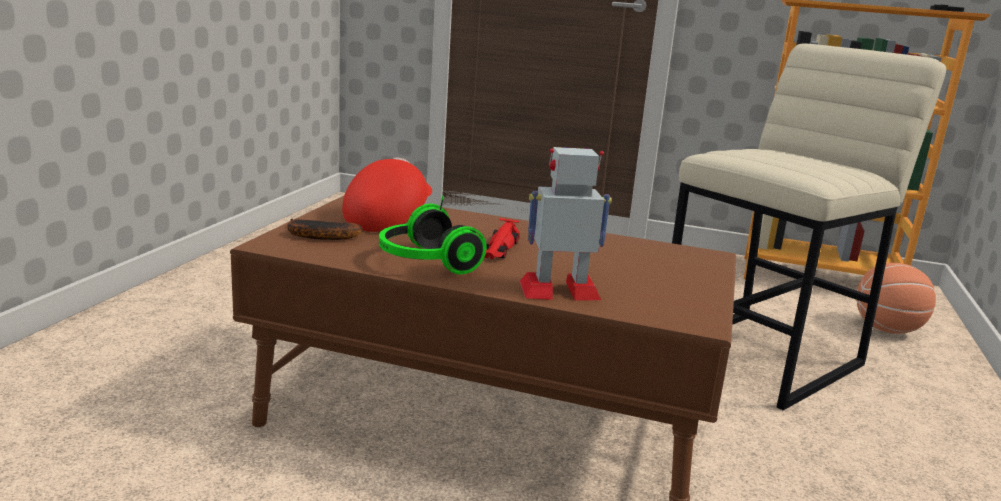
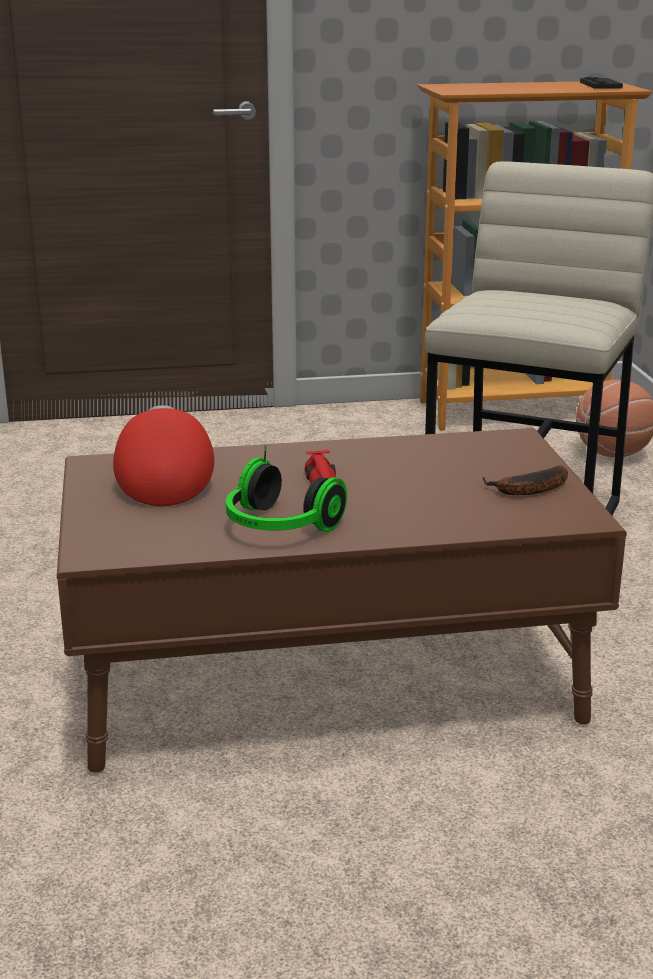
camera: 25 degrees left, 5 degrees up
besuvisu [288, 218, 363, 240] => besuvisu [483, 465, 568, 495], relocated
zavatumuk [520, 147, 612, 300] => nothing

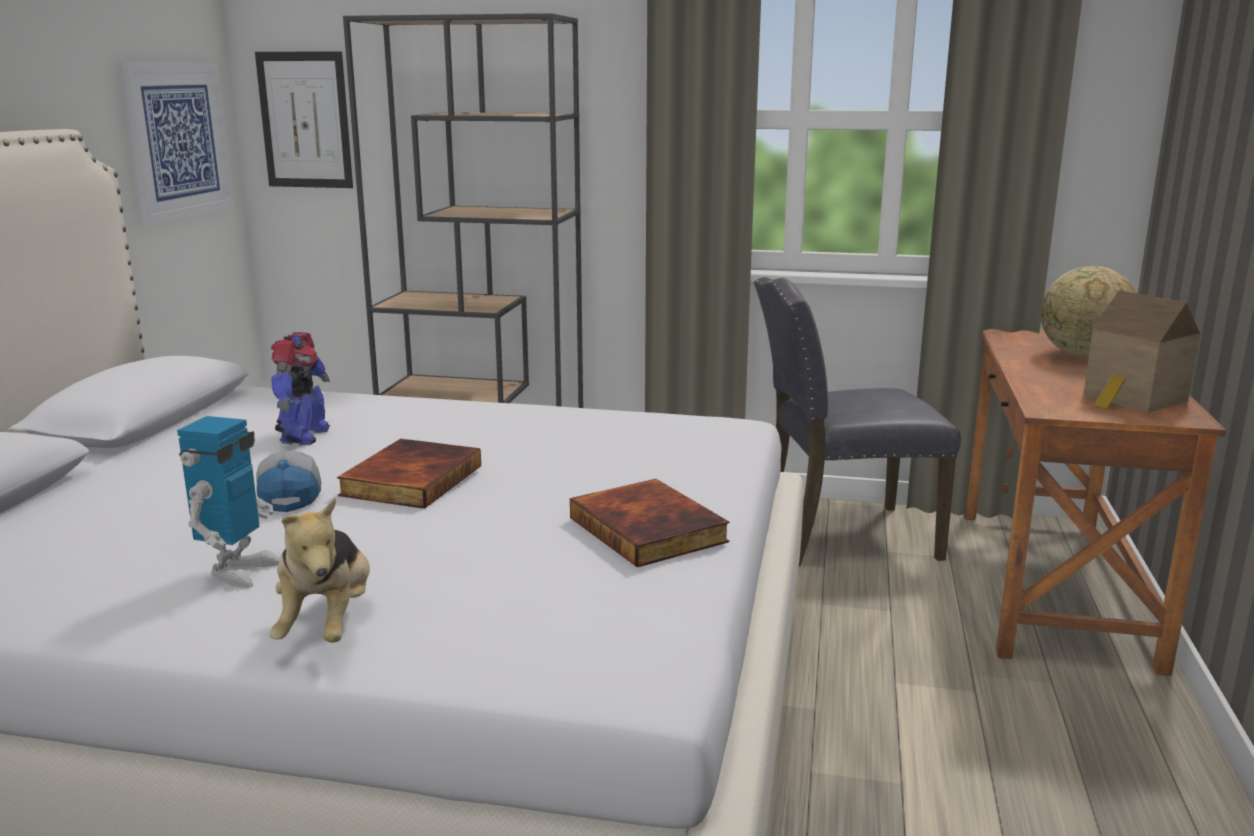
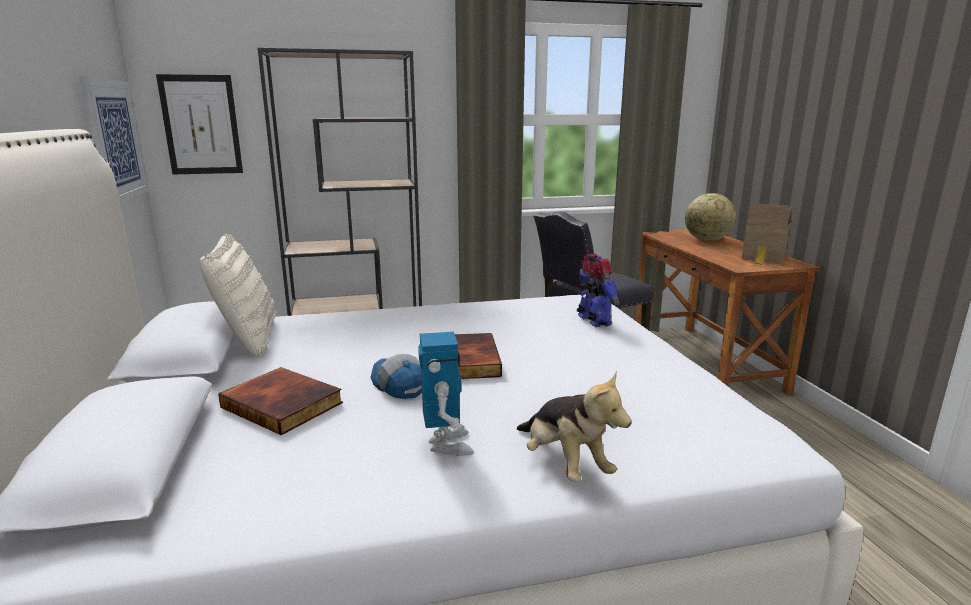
camera: 25 degrees left, 0 degrees up
zavatumuk [271, 332, 330, 445] => zavatumuk [577, 254, 619, 327], relocated
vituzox [570, 479, 729, 567] => vituzox [218, 367, 343, 435], relocated
nothing => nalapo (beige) [199, 234, 277, 357]

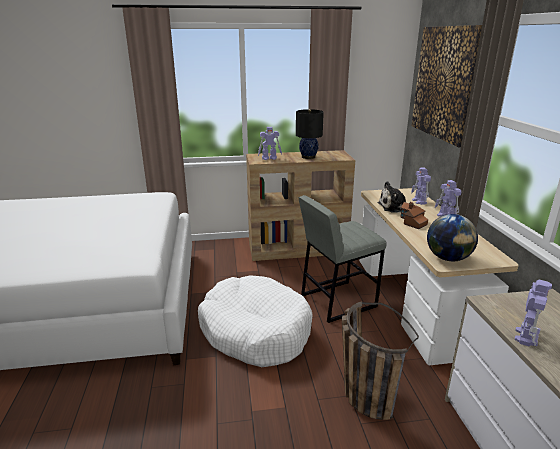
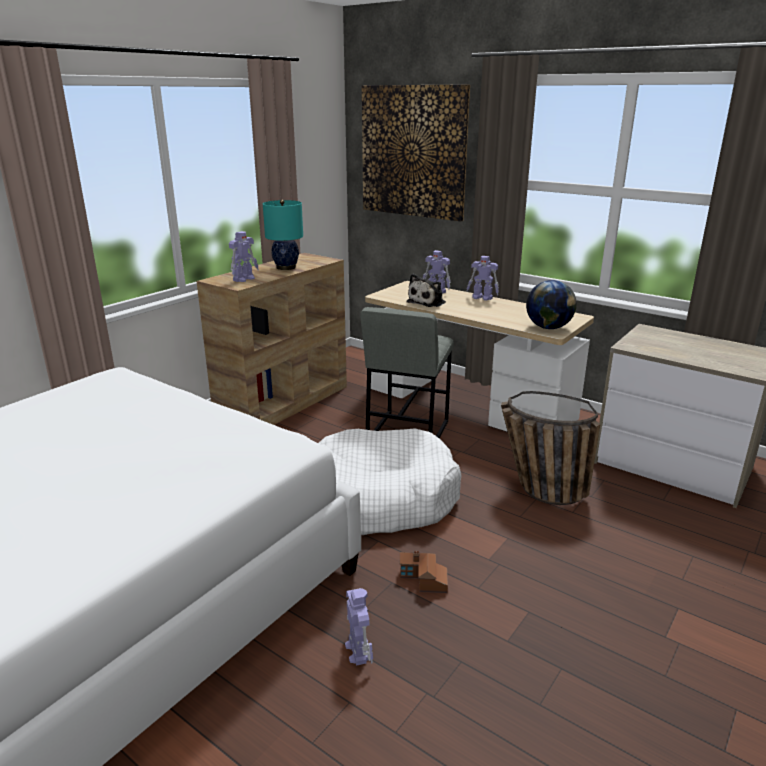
camera: 45 degrees left, 0 degrees up
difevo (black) [296, 109, 324, 159] => difevo (turquoise) [263, 200, 303, 270]
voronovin [400, 202, 428, 229] => voronovin [399, 551, 448, 593], relocated
zavatumuk [515, 280, 552, 347] => zavatumuk [345, 588, 373, 666], relocated

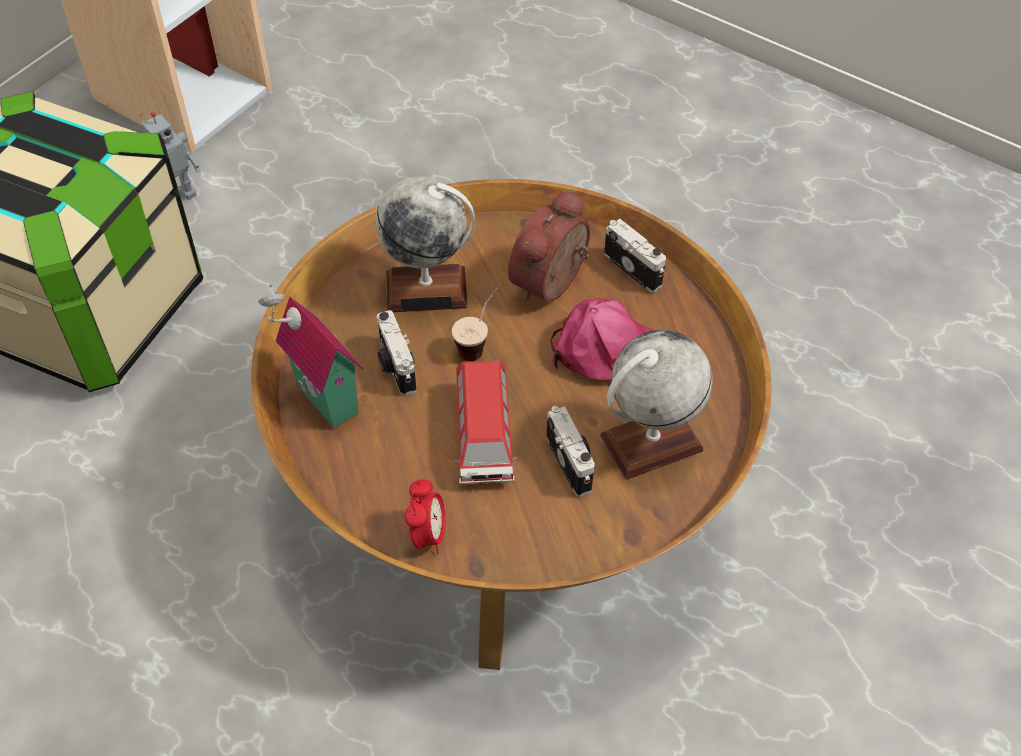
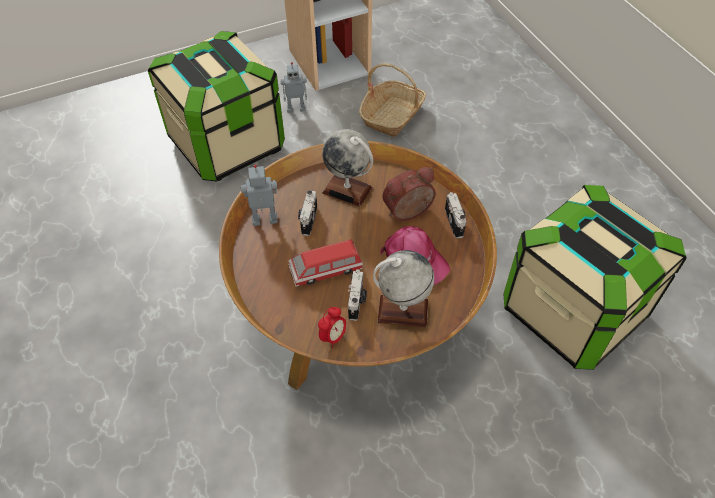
camera: 30 degrees right, 0 degrees up
voronovin [258, 284, 363, 428] => zavatumuk [241, 164, 278, 226]
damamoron [405, 479, 445, 554] => damamoron [318, 307, 346, 348], relocated
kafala [452, 285, 500, 361] => nothing
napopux [454, 361, 517, 485] => napopux [288, 239, 363, 287], 45 degrees clockwise
nothing => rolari [359, 63, 426, 137]
nothing => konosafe [503, 185, 686, 370]

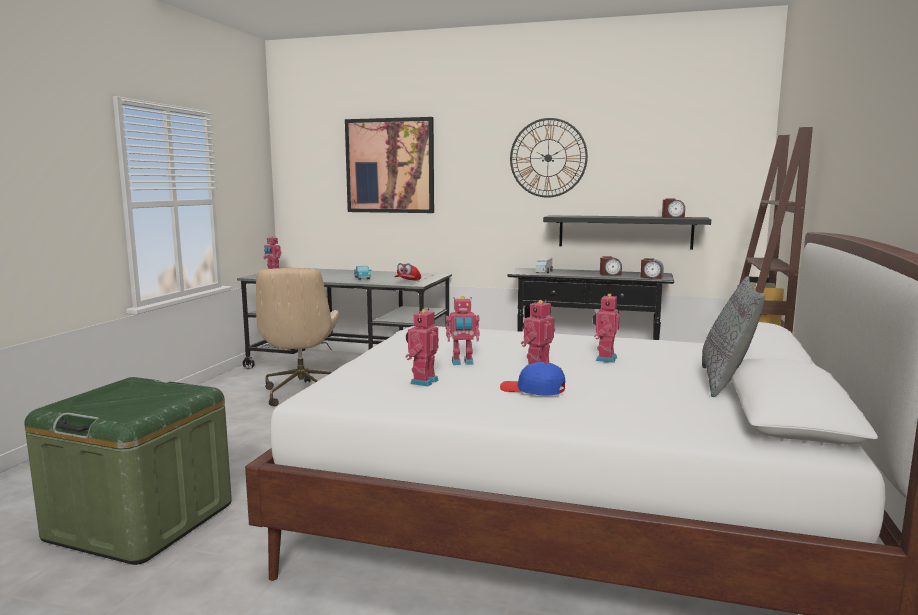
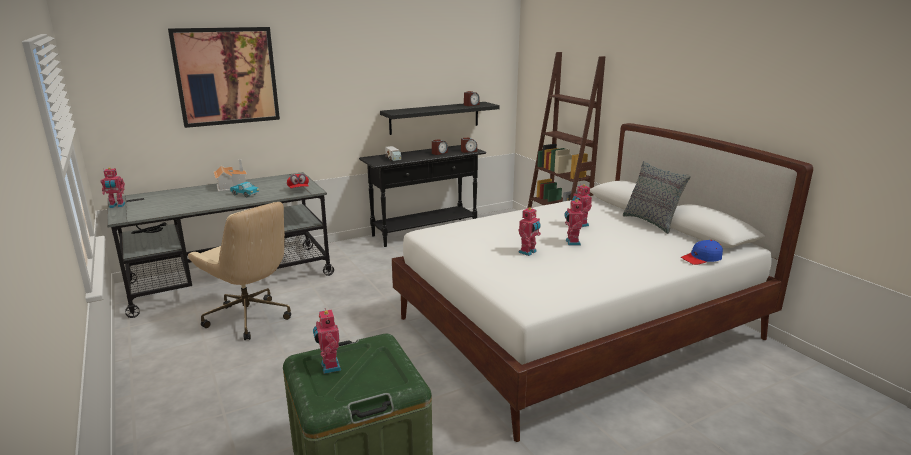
camera: 45 degrees left, 10 degrees up
zavatumuk [406, 308, 439, 387] => zavatumuk [313, 308, 341, 374], relocated
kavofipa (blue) [500, 362, 565, 396] => kavofipa (blue) [681, 240, 723, 265], relocated
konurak [510, 118, 588, 198] => nothing
nothing => voronovin [214, 160, 247, 191]

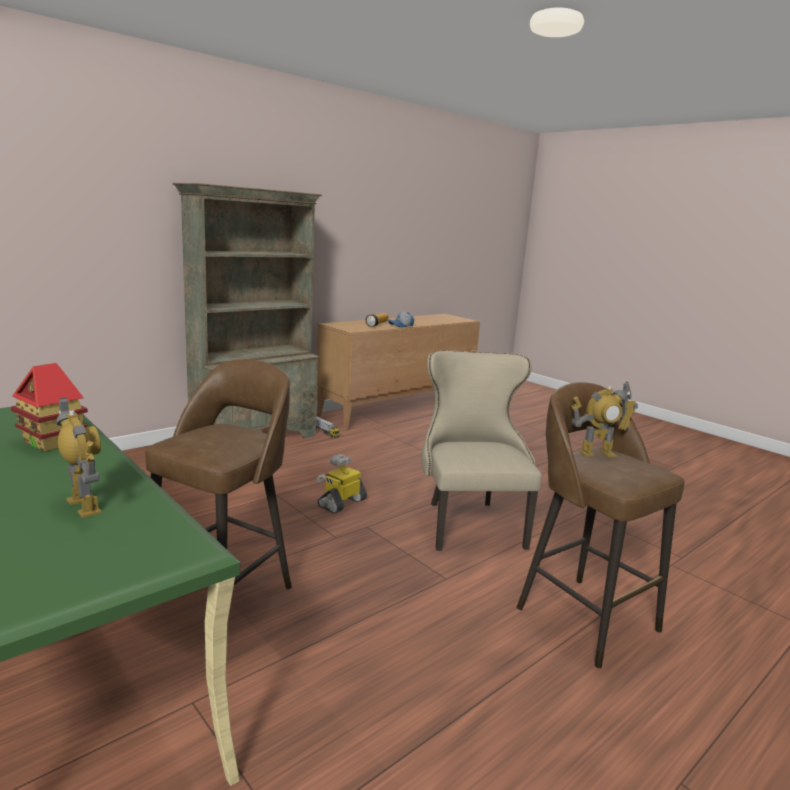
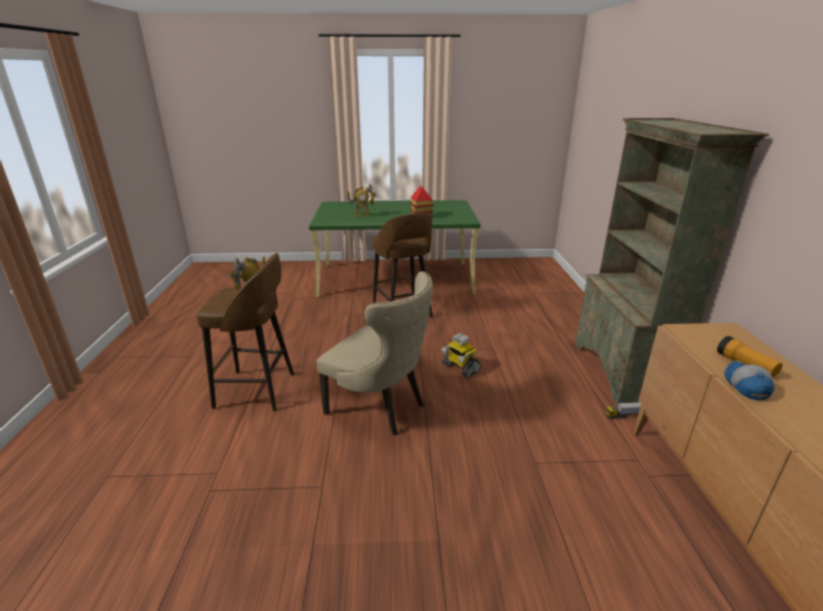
camera: 130 degrees right, 10 degrees up
zavatumuk [316, 454, 367, 513] => zavatumuk [441, 333, 481, 378], 150 degrees clockwise

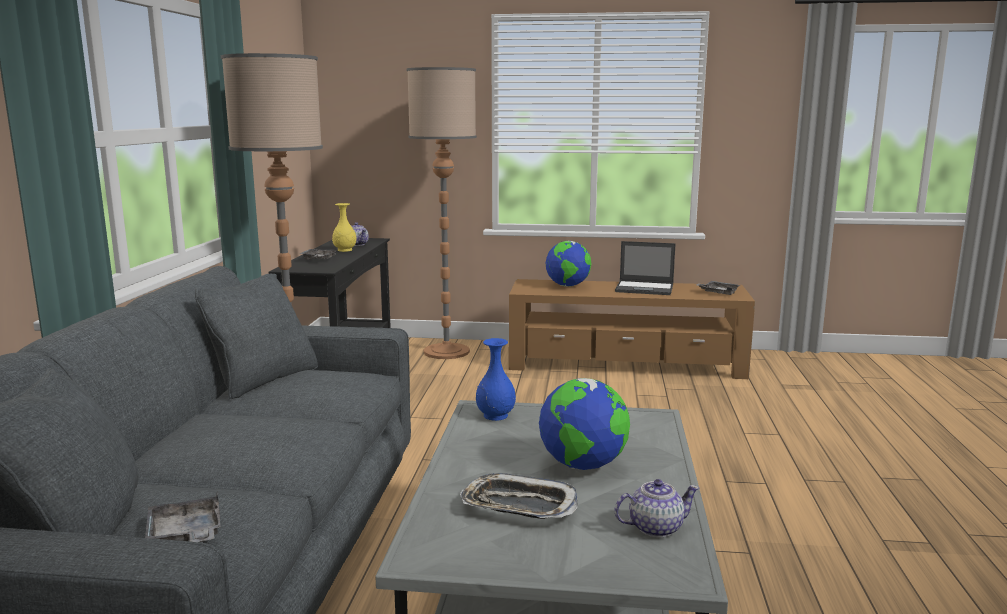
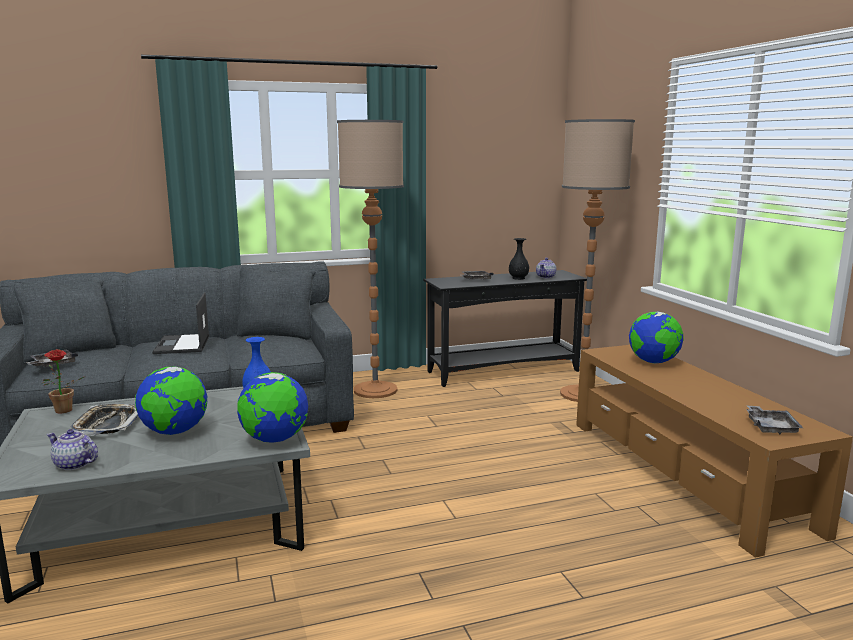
camera: 65 degrees right, 0 degrees up
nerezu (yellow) [332, 203, 356, 252] => nerezu (black) [509, 238, 529, 280]
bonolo [615, 241, 676, 295] => bonolo [152, 292, 209, 354], relocated
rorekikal [615, 479, 699, 537] => rorekikal [47, 429, 98, 471], 150 degrees clockwise
nothing => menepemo [41, 349, 84, 413]
nothing => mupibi [237, 372, 308, 443]

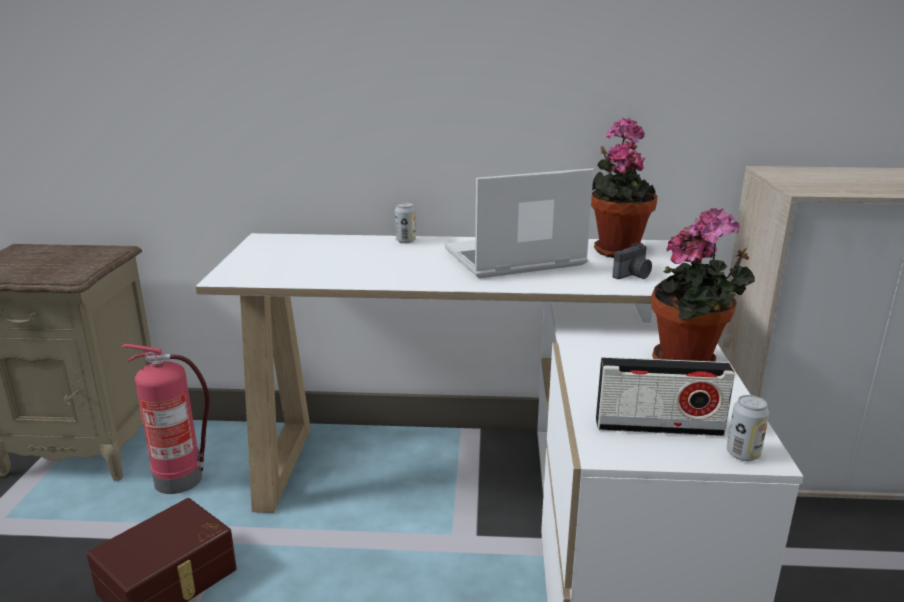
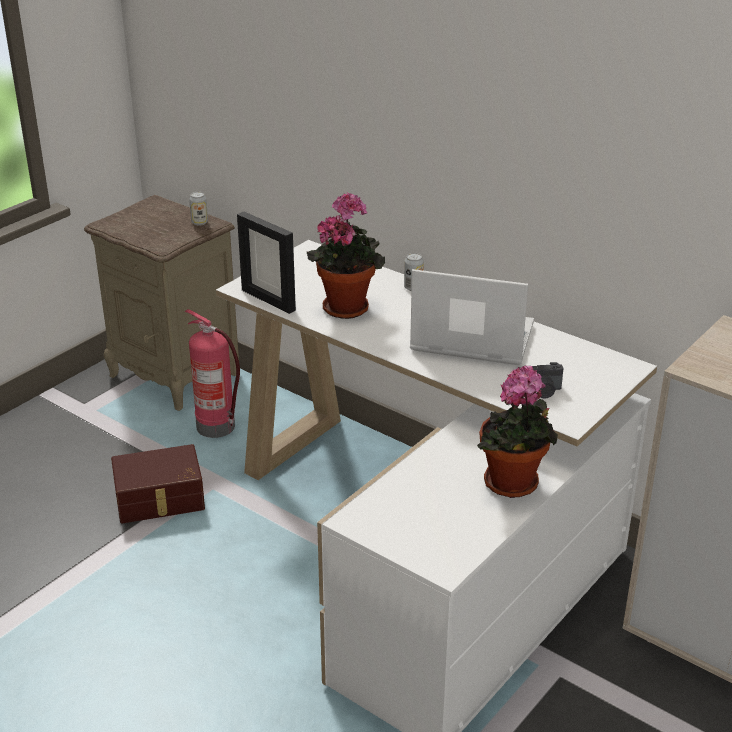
camera: 35 degrees right, 10 degrees up
menepemo [591, 118, 658, 258] => menepemo [306, 192, 385, 319], relocated
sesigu [596, 357, 735, 436] => nothing
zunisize [727, 395, 769, 461] => zunisize [189, 192, 208, 225], relocated
nothing => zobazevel [237, 211, 296, 314]

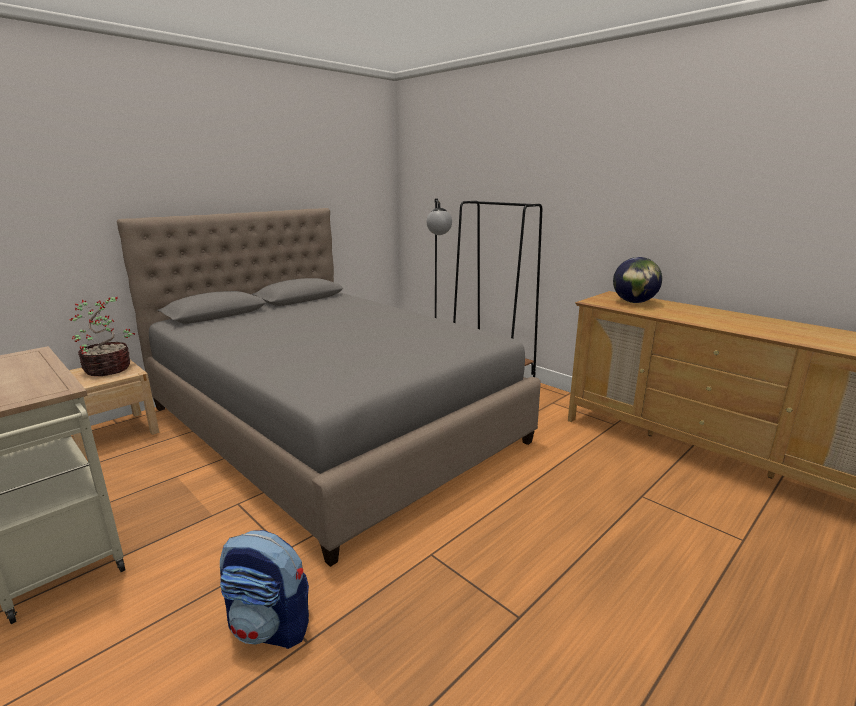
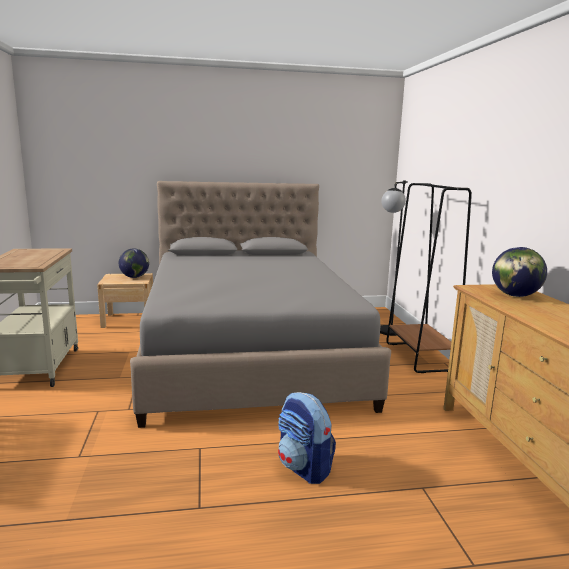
camera: 35 degrees right, 5 degrees down
menepemo [69, 297, 135, 376] => mupibi [119, 249, 149, 278]
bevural [220, 530, 309, 649] => bevural [278, 392, 336, 484], relocated

